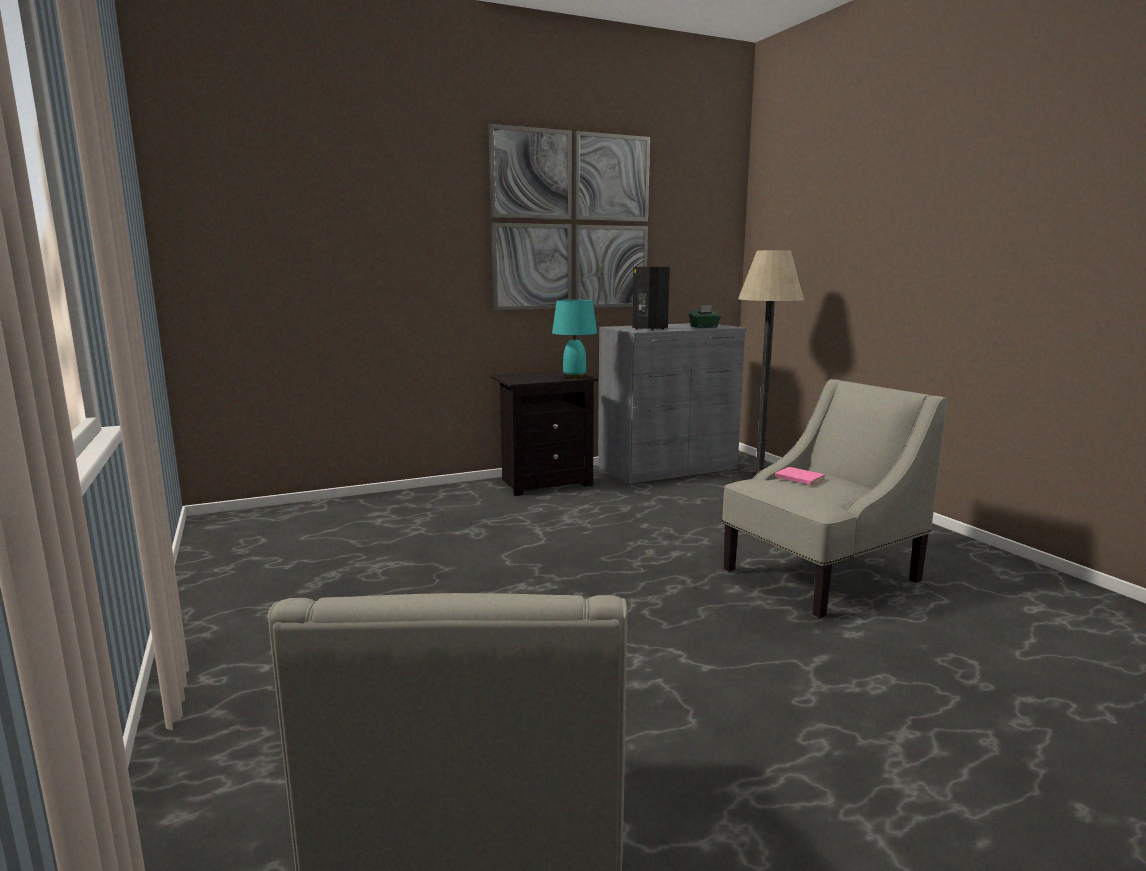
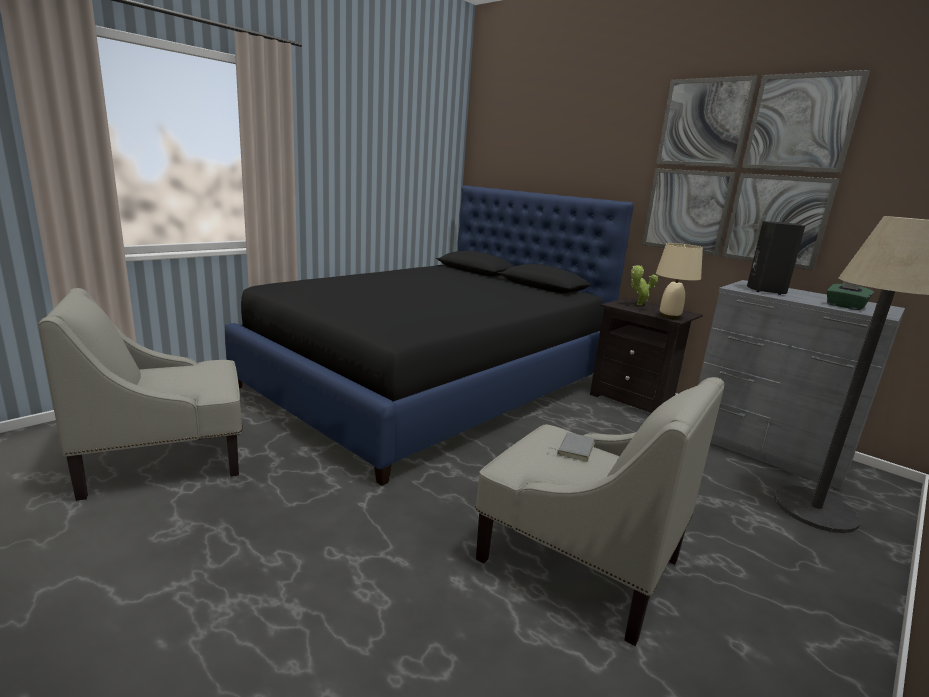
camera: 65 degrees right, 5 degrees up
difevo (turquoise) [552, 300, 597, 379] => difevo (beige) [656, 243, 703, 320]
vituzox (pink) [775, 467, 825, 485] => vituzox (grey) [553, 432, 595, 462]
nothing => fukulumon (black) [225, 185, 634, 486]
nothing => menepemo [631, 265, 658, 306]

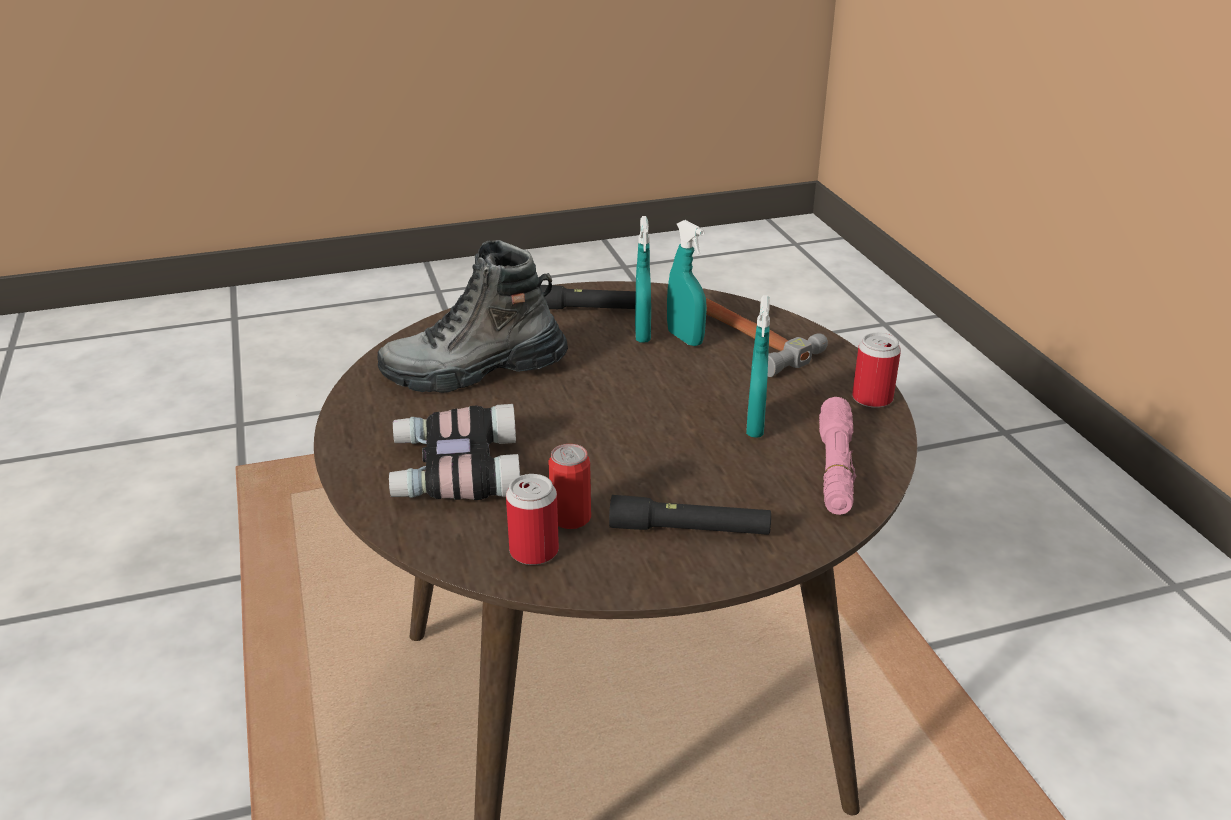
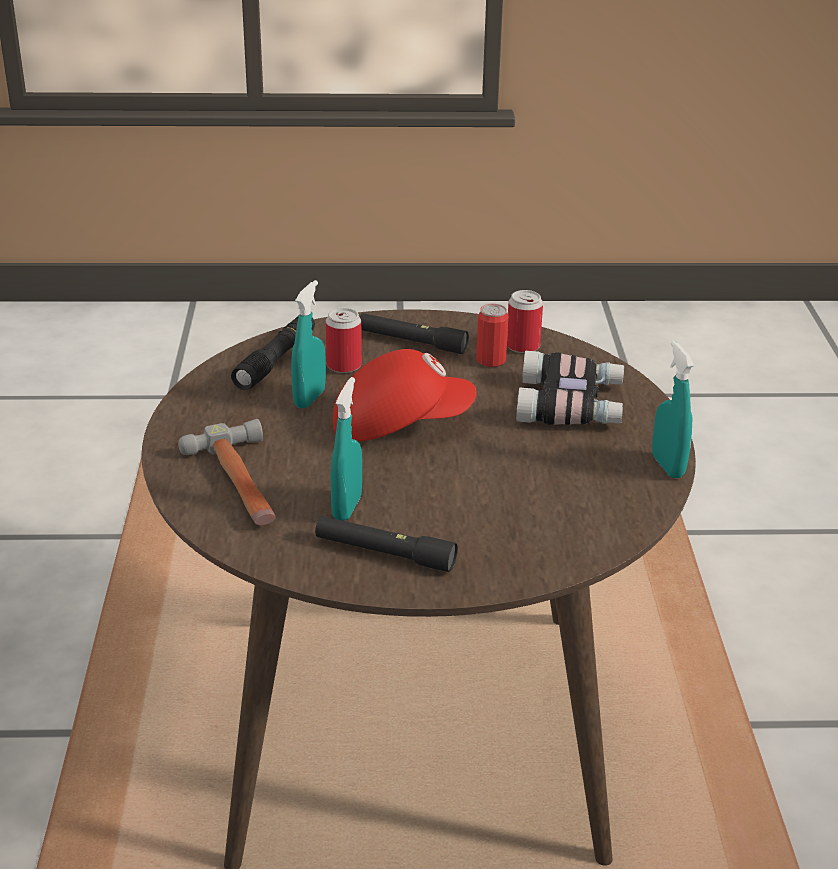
camera: 165 degrees left, 0 degrees up
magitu [377, 240, 568, 393] => nothing
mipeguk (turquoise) [667, 220, 707, 346] => mipeguk (turquoise) [652, 341, 694, 478], relocated
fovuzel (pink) [819, 397, 857, 515] => fovuzel (black) [231, 316, 315, 390]
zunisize [852, 333, 901, 408] => zunisize [326, 308, 362, 373], relocated
nothing => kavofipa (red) [333, 349, 477, 441]

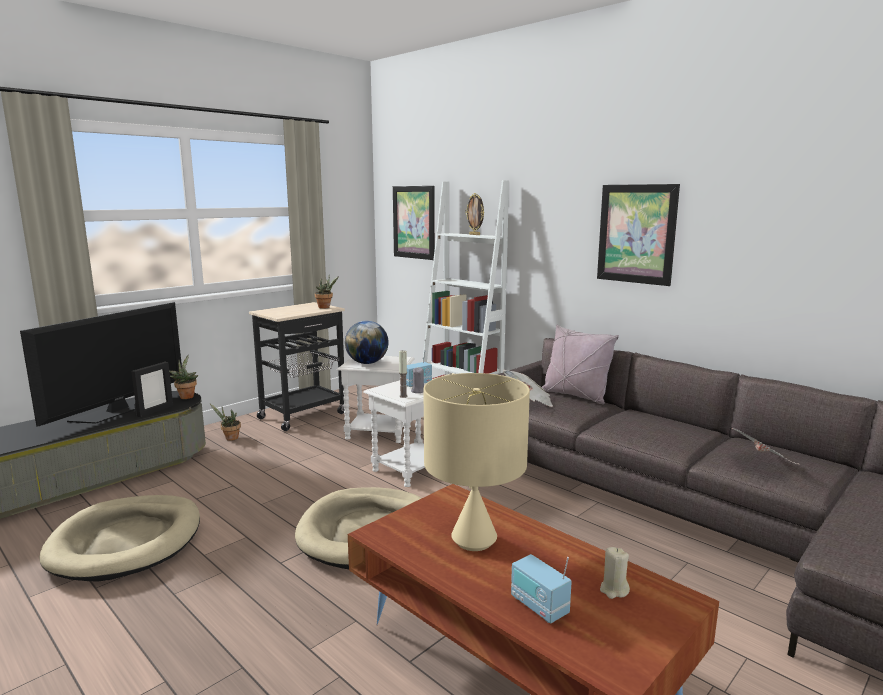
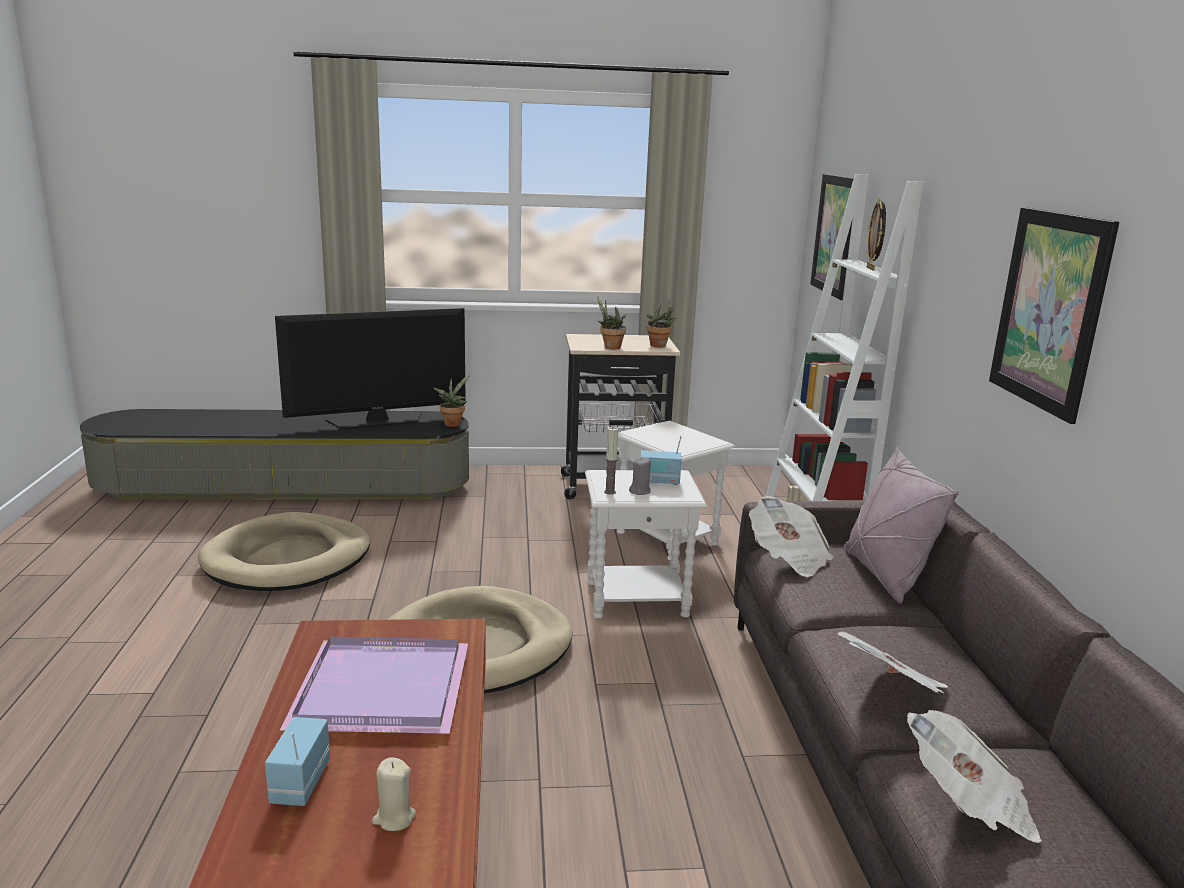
camera: 40 degrees right, 5 degrees up
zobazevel [131, 362, 173, 417] => nothing
menepemo [210, 404, 241, 441] => menepemo [597, 296, 626, 350], relocated
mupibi [345, 321, 388, 364] => nothing
difevo (beige) [424, 373, 530, 551] => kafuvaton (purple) [280, 637, 468, 734]
nothing => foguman [838, 632, 948, 693]

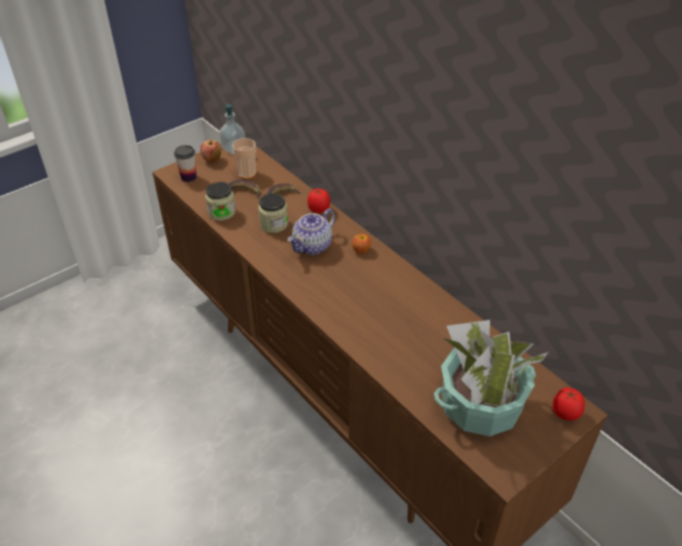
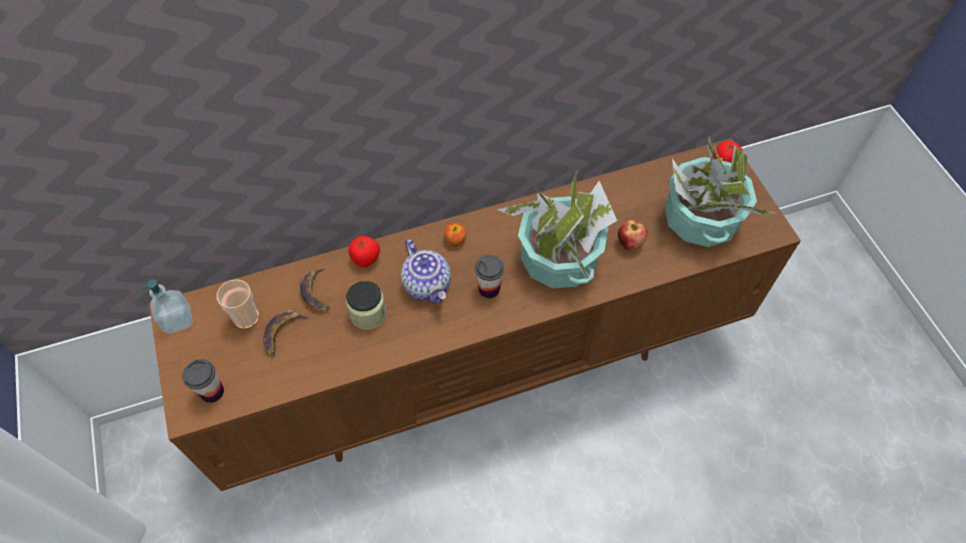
camera: 70 degrees left, 15 degrees up
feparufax [200, 140, 221, 163] => feparufax [618, 220, 648, 250], relocated
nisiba [205, 182, 236, 221] => nothing
nothing => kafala [475, 255, 504, 298]
nothing => menepemo [497, 172, 617, 288]

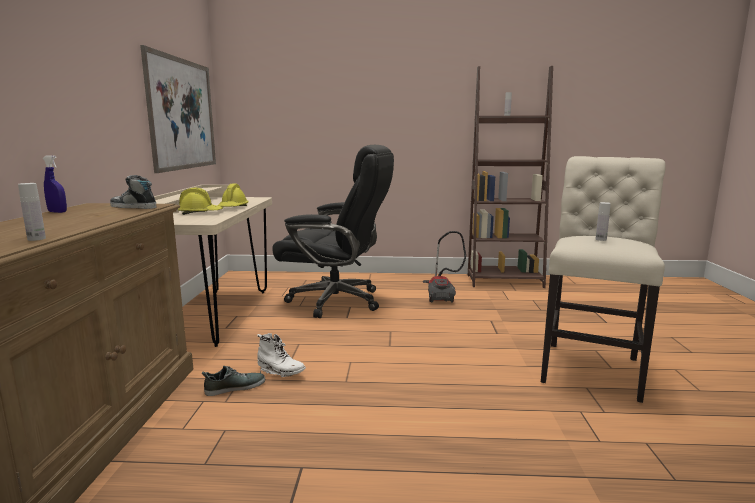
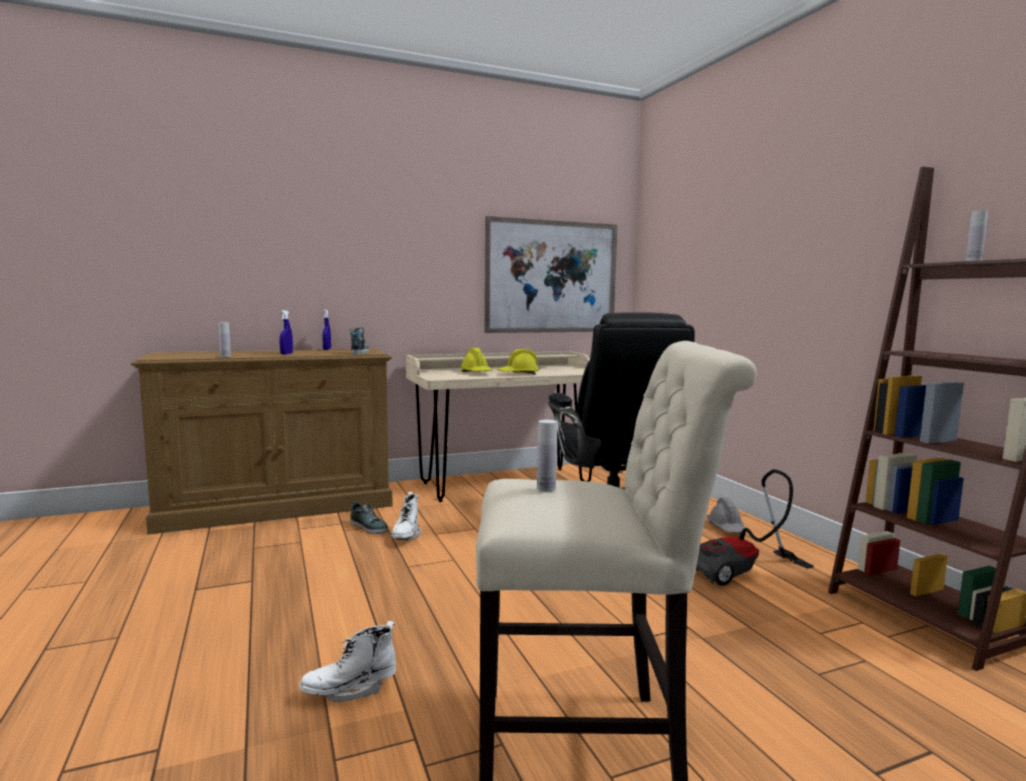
camera: 65 degrees right, 5 degrees down
nothing => mipeguk (blue) [279, 310, 293, 355]
nothing => magitu (white) [299, 621, 396, 702]
nothing => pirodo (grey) [707, 498, 747, 533]

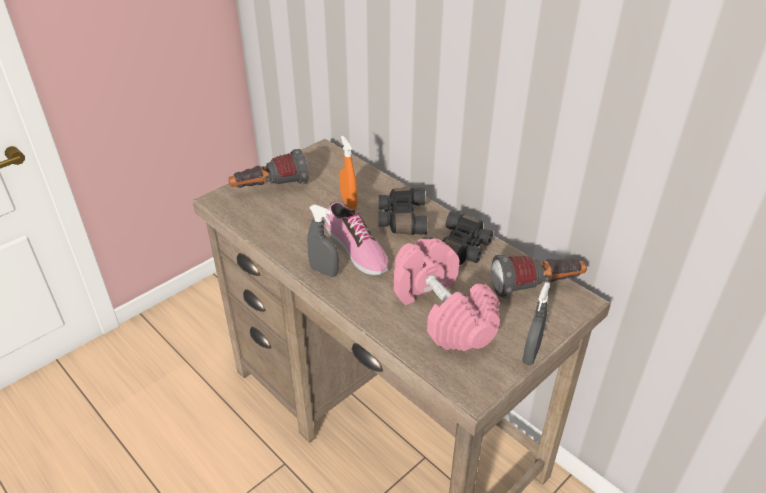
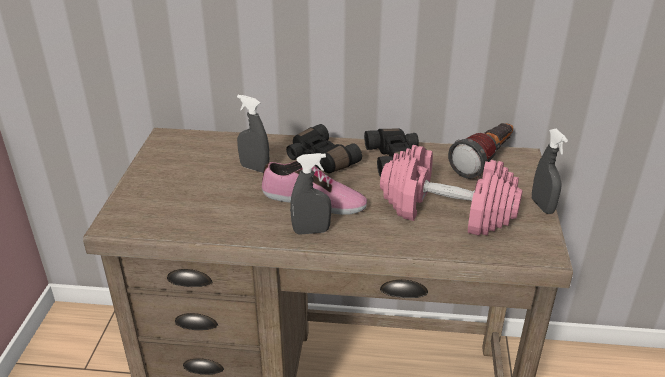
camera: 40 degrees left, 5 degrees down
fovuzel [228, 149, 308, 188] => nothing
mipeguk (orange) [340, 136, 357, 209] => mipeguk (grey) [237, 95, 270, 173]

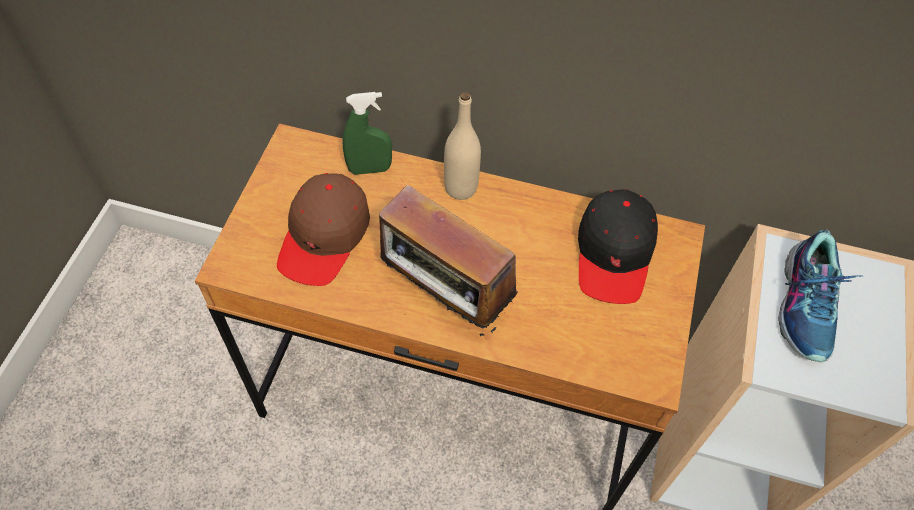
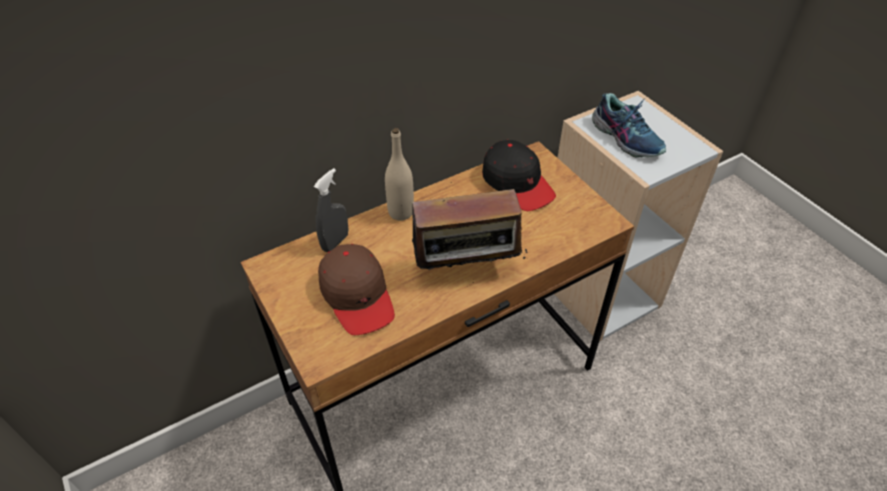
camera: 45 degrees left, 10 degrees down
mipeguk (green) [342, 92, 392, 175] => mipeguk (grey) [314, 168, 348, 252]

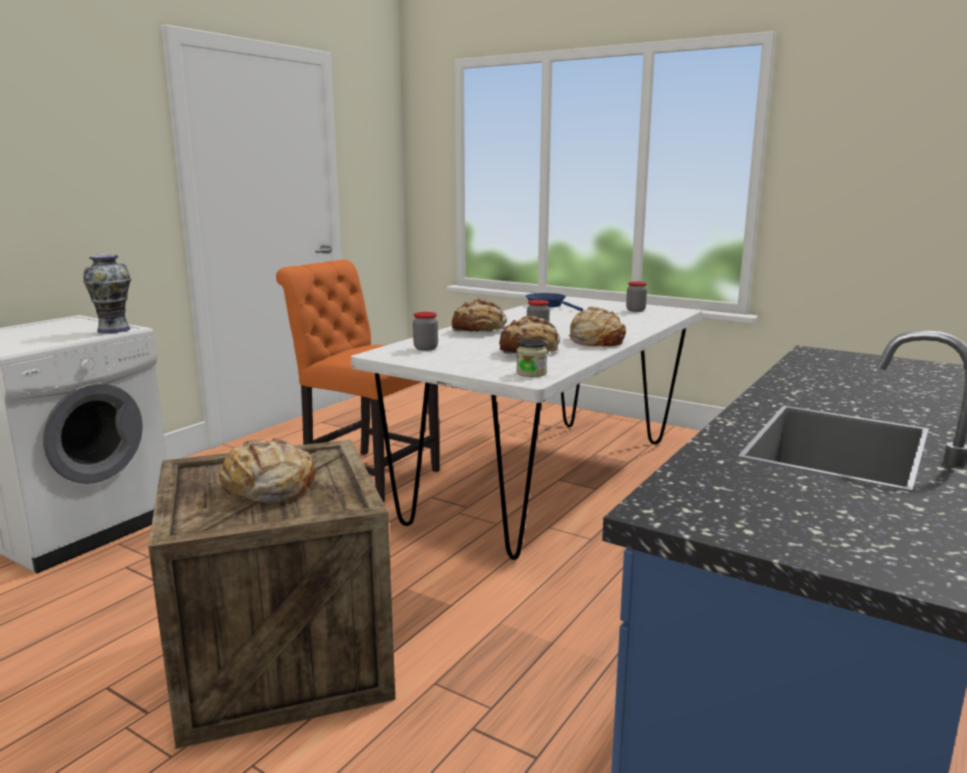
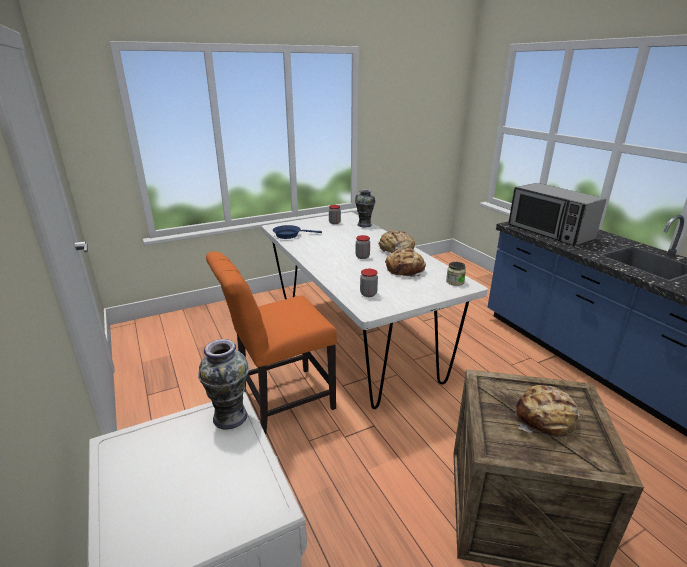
camera: 60 degrees left, 10 degrees up
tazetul [452, 299, 507, 333] => nothing
nothing => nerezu [355, 189, 375, 227]
nothing => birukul [508, 183, 606, 246]

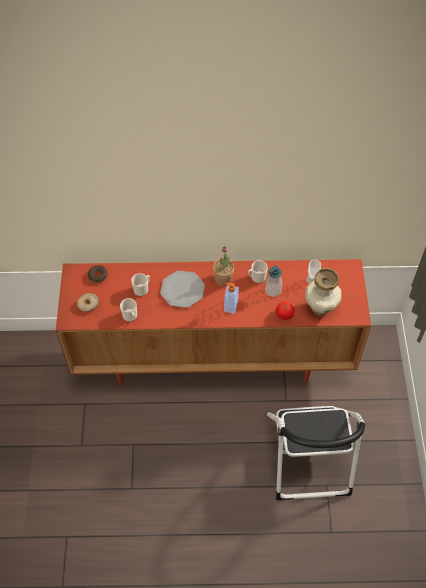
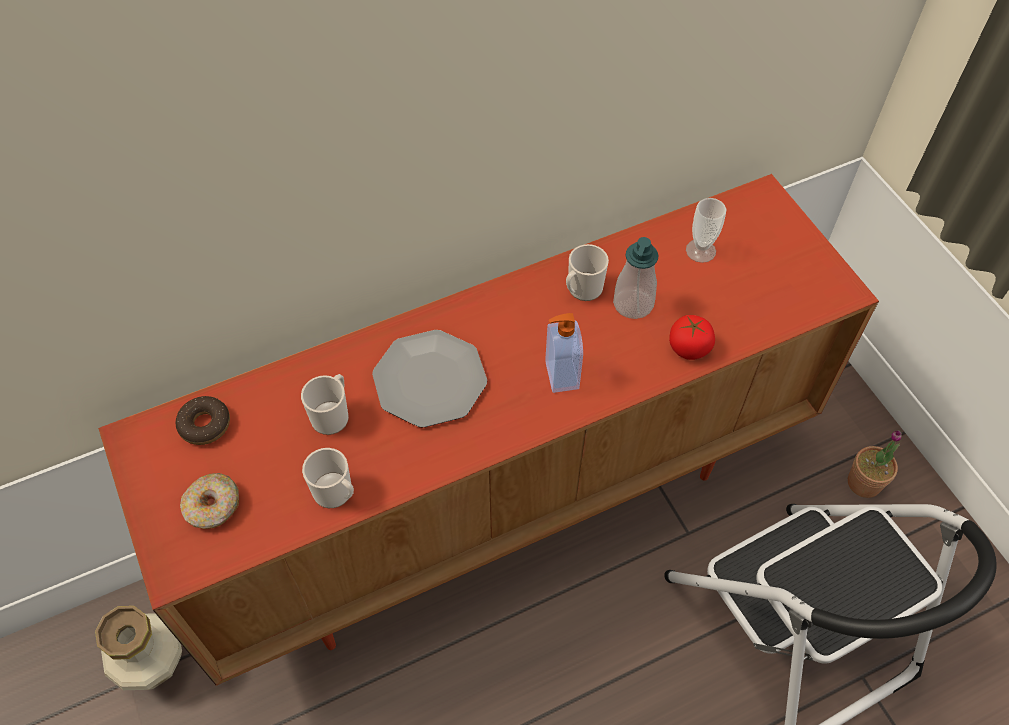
camera: 25 degrees left, 0 degrees up
menepemo [213, 246, 234, 286] => menepemo [848, 430, 902, 498], relocated
nerezu [305, 268, 341, 316] => nerezu [95, 606, 182, 690], relocated

